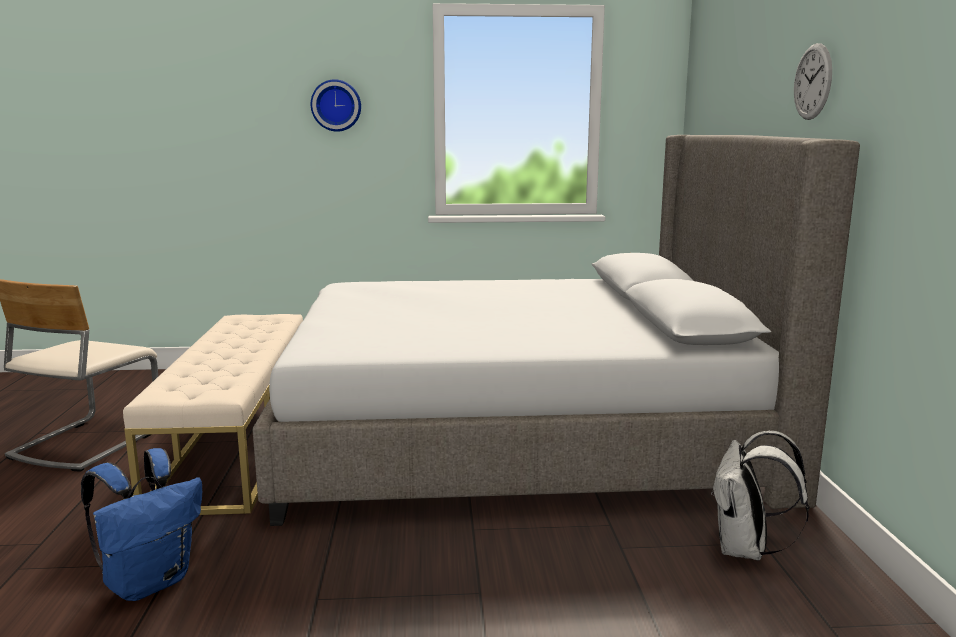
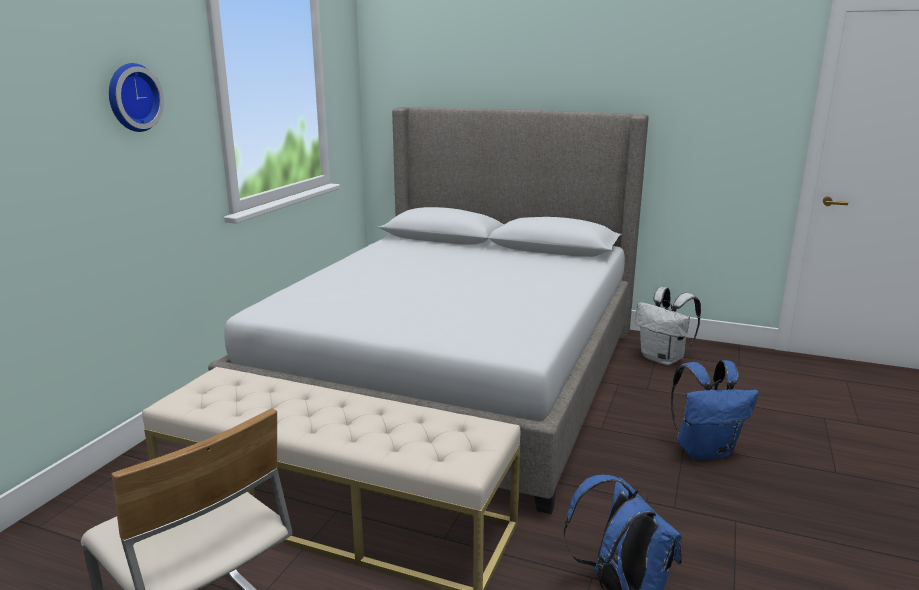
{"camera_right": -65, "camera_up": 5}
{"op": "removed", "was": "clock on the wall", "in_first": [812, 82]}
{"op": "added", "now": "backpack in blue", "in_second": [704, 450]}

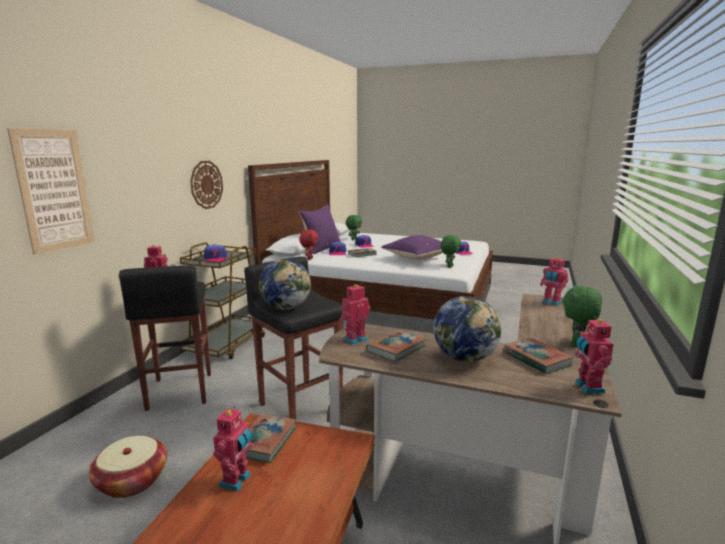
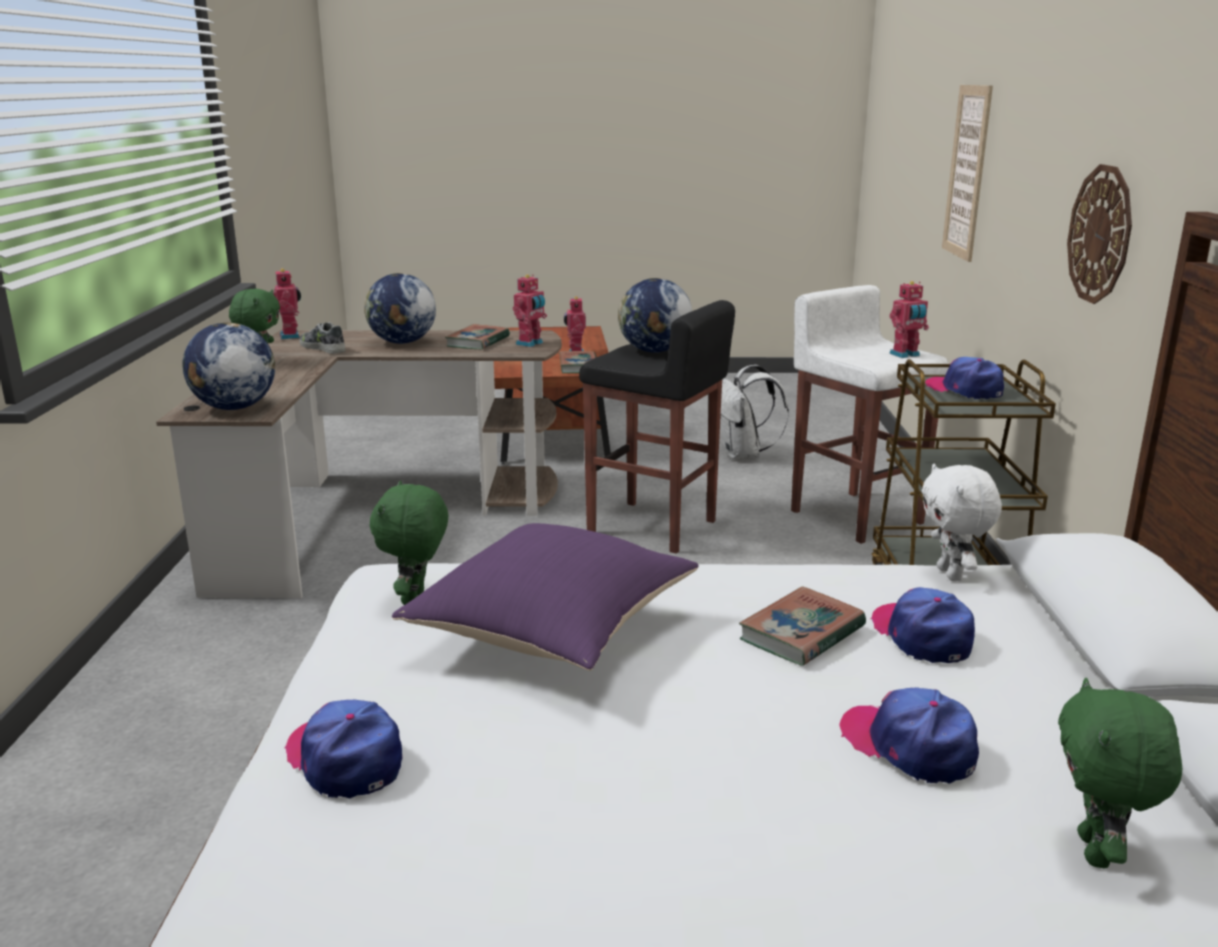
{"camera_right": 160, "camera_up": 5}
{"op": "removed", "was": "pillow in purple", "in_first": [322, 248]}
{"op": "replaced", "was": "basket", "now": "backpack in whitish", "in_first": [132, 481], "in_second": [744, 455]}
{"op": "replaced", "was": "book", "now": "item of footwear", "in_first": [537, 359], "in_second": [323, 348]}
{"op": "replaced", "was": "toy robot", "now": "globe", "in_first": [551, 303], "in_second": [234, 408]}
{"op": "recoloured", "was": "sitting stool in blackish", "now": "sitting stool in whitish", "in_first": [179, 391], "in_second": [855, 516]}
{"op": "recoloured", "was": "cuddly toy in red", "now": "cuddly toy in whitish", "in_first": [309, 259], "in_second": [951, 574]}

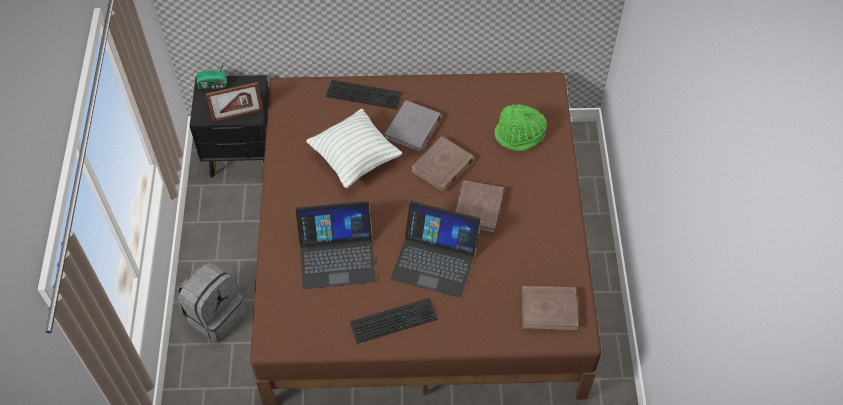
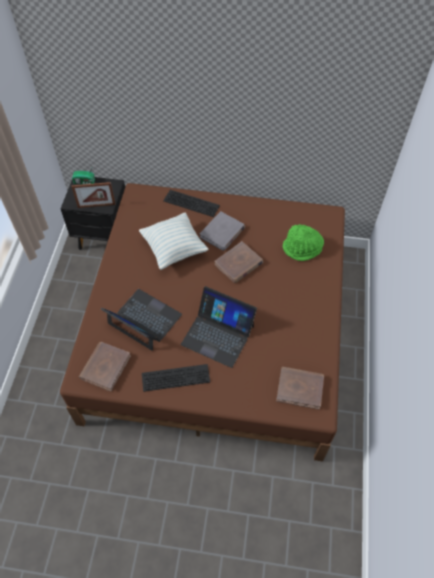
{"camera_right": 10, "camera_up": 0}
{"op": "removed", "was": "backpack in grey", "in_first": [215, 314]}
{"op": "moved", "was": "book in brown-coloured", "in_first": [477, 208], "in_second": [105, 367]}
{"op": "turned", "was": "laptop", "in_first": [337, 255], "in_second": [144, 320], "clockwise": -150}

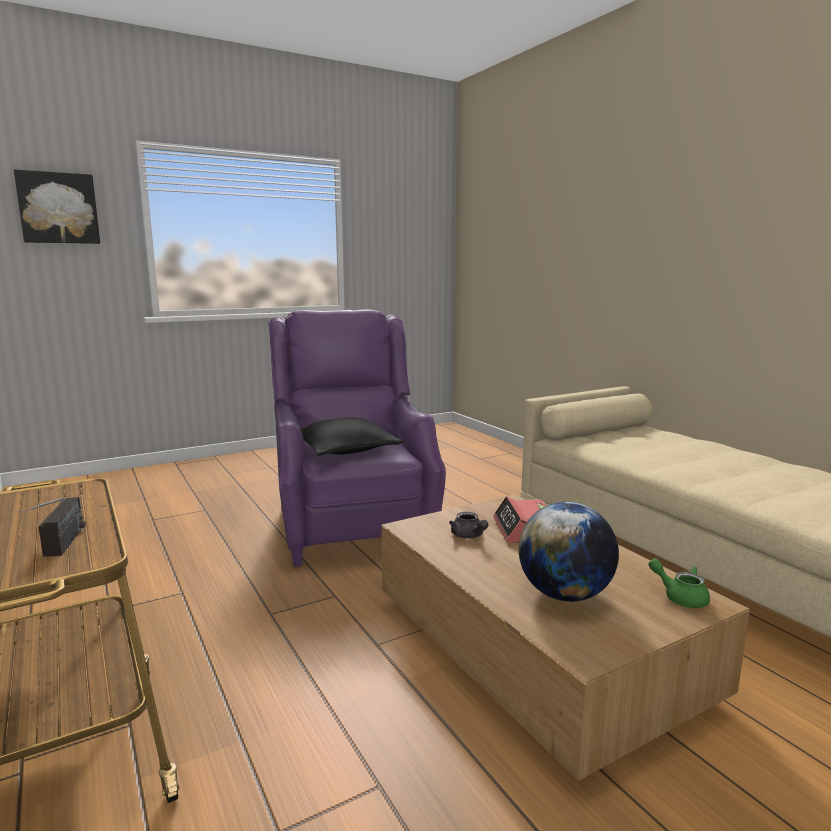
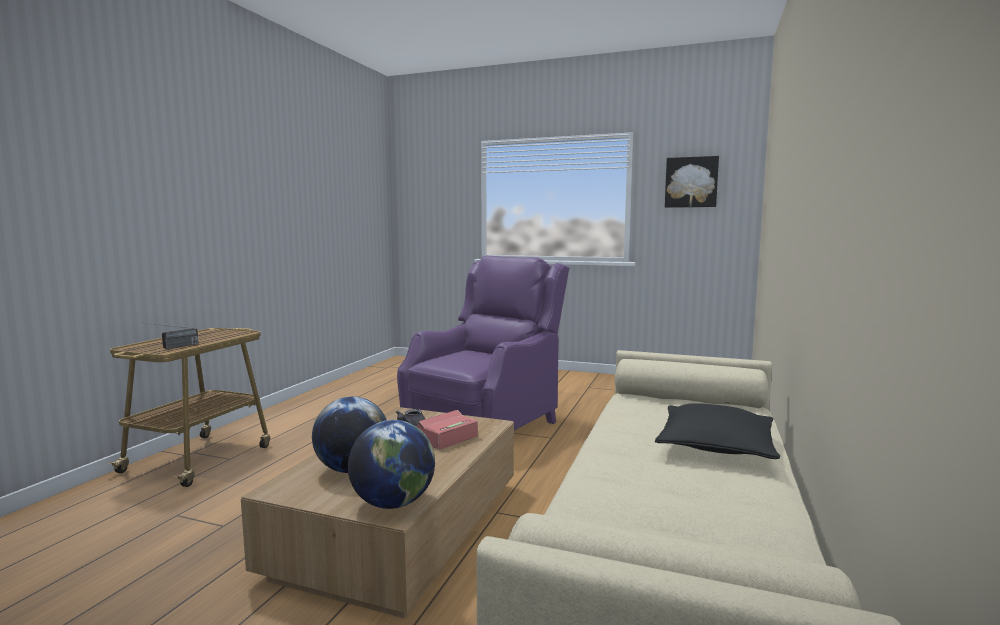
{"camera_right": 50, "camera_up": -5}
{"op": "moved", "was": "wall art", "in_first": [58, 208], "in_second": [691, 182]}
{"op": "moved", "was": "pillow in blackish", "in_first": [345, 450], "in_second": [716, 445]}
{"op": "replaced", "was": "teapot in green-coloured", "now": "globe", "in_first": [680, 597], "in_second": [393, 503]}

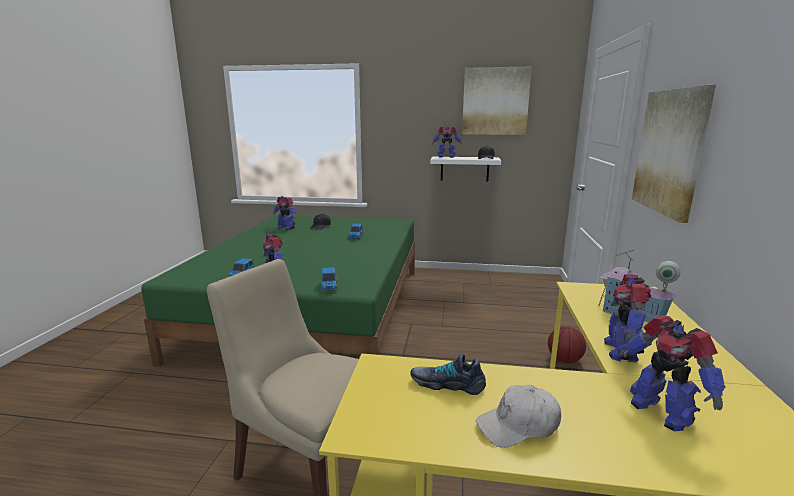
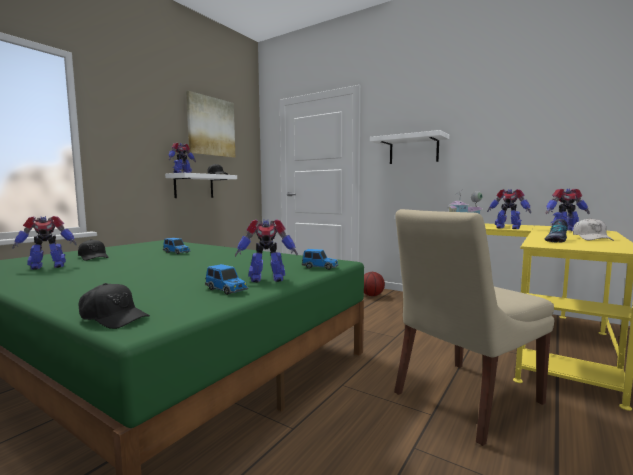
{"camera_right": -65, "camera_up": -10}
{"op": "added", "now": "peaked cap in blackish", "in_second": [114, 318]}
{"op": "replaced", "was": "wall art", "now": "wall shelf in whitish", "in_first": [670, 151], "in_second": [413, 150]}

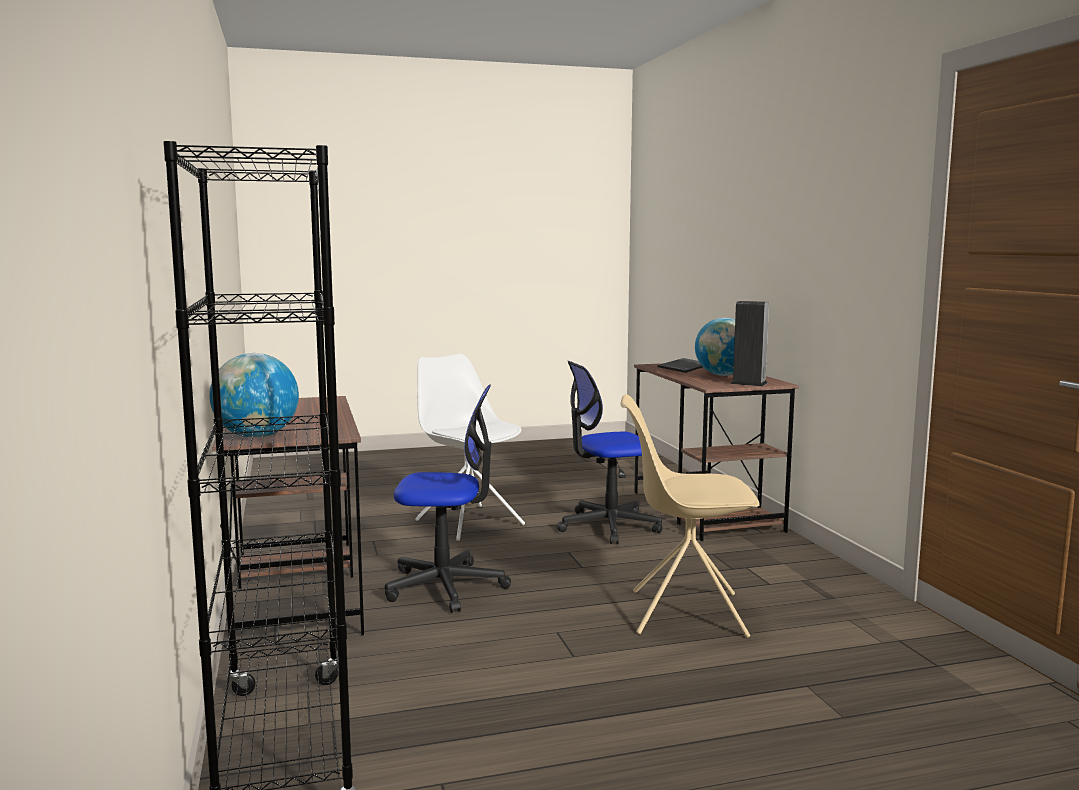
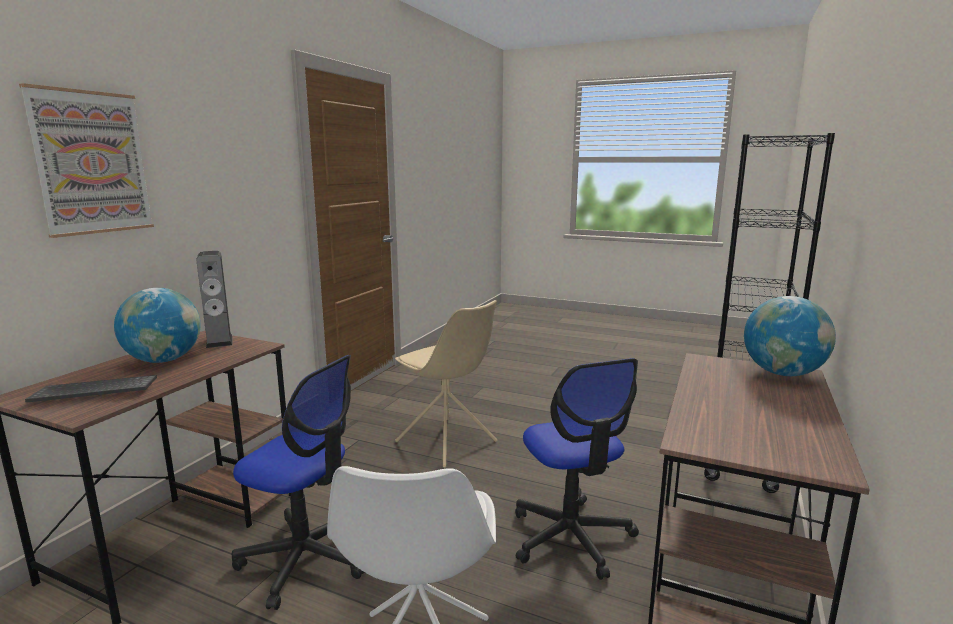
{"camera_right": -140, "camera_up": 5}
{"op": "added", "now": "wall art", "in_second": [91, 163]}
{"op": "turned", "was": "desk chair", "in_first": [446, 586], "in_second": [571, 537], "clockwise": -150}

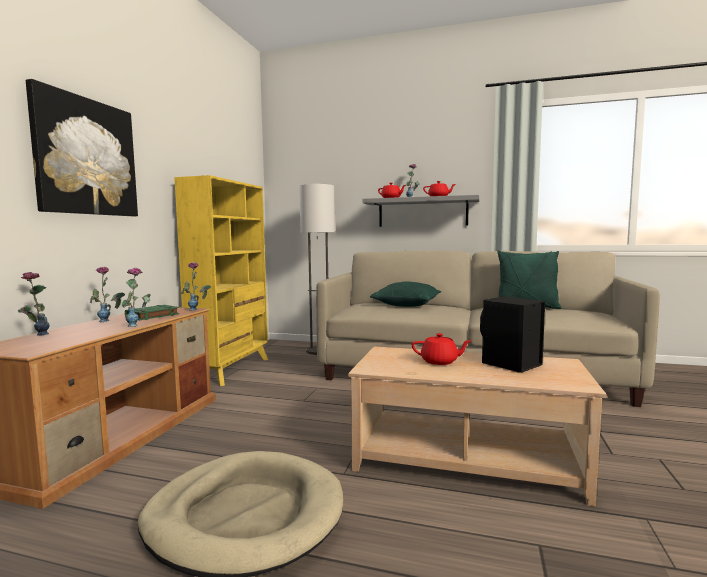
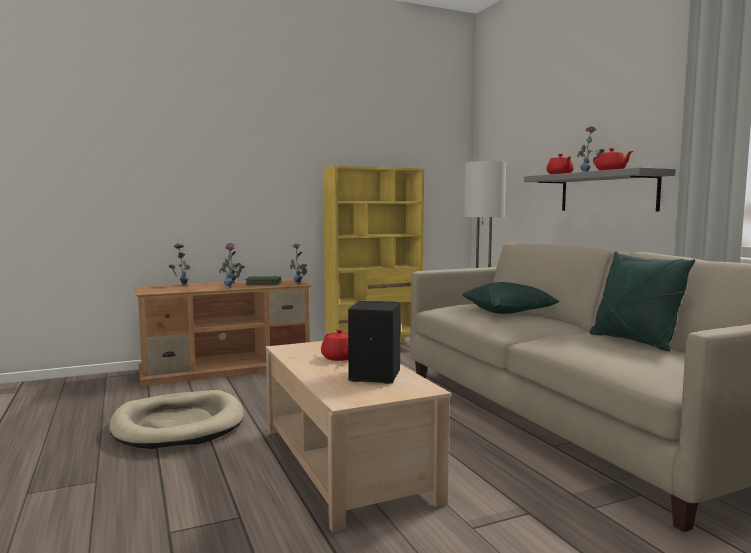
{"camera_right": 50, "camera_up": 0}
{"op": "removed", "was": "wall art", "in_first": [85, 157]}

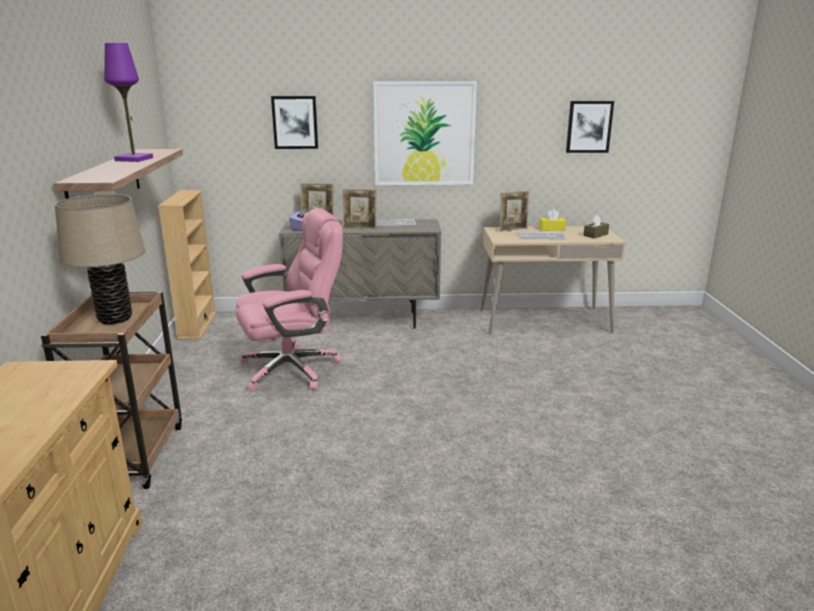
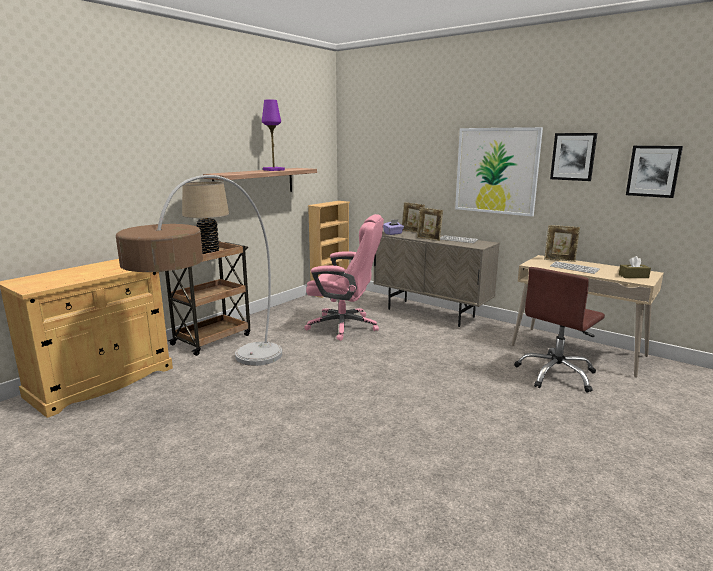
{"camera_right": 40, "camera_up": -5}
{"op": "removed", "was": "box of tissues in yellow-coloured", "in_first": [552, 229]}
{"op": "added", "now": "standing lamp", "in_second": [216, 383]}
{"op": "added", "now": "desk chair in brown-coloured", "in_second": [556, 374]}
{"op": "moved", "was": "wall art", "in_first": [295, 122], "in_second": [573, 156]}

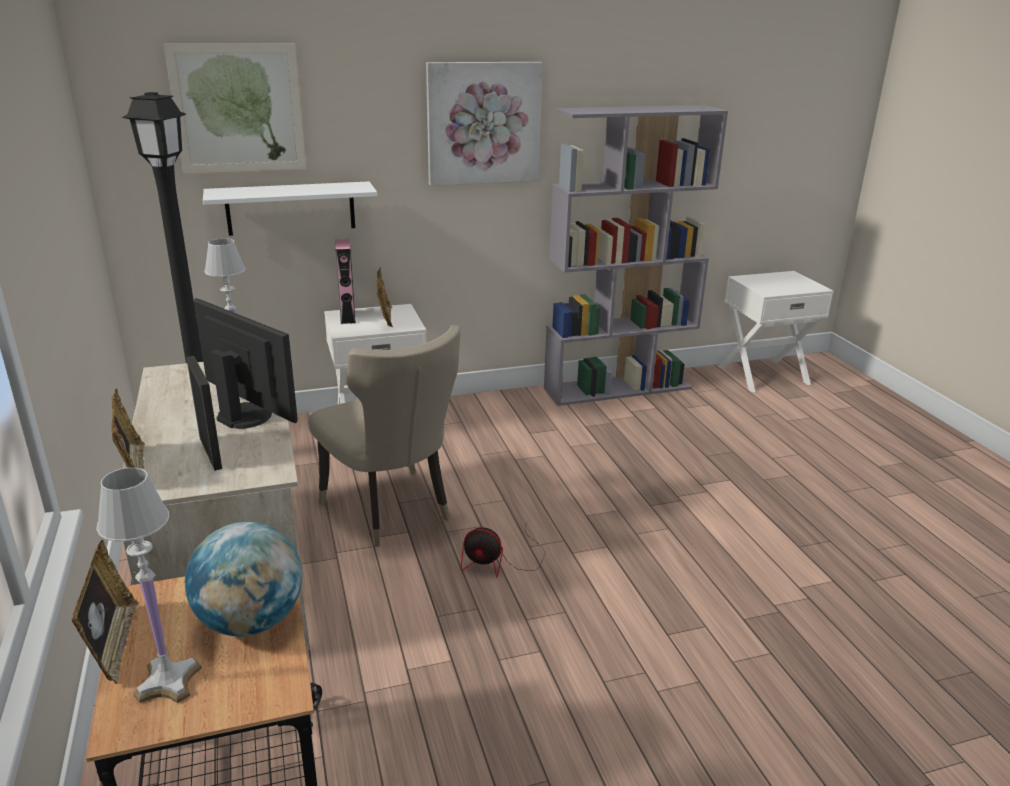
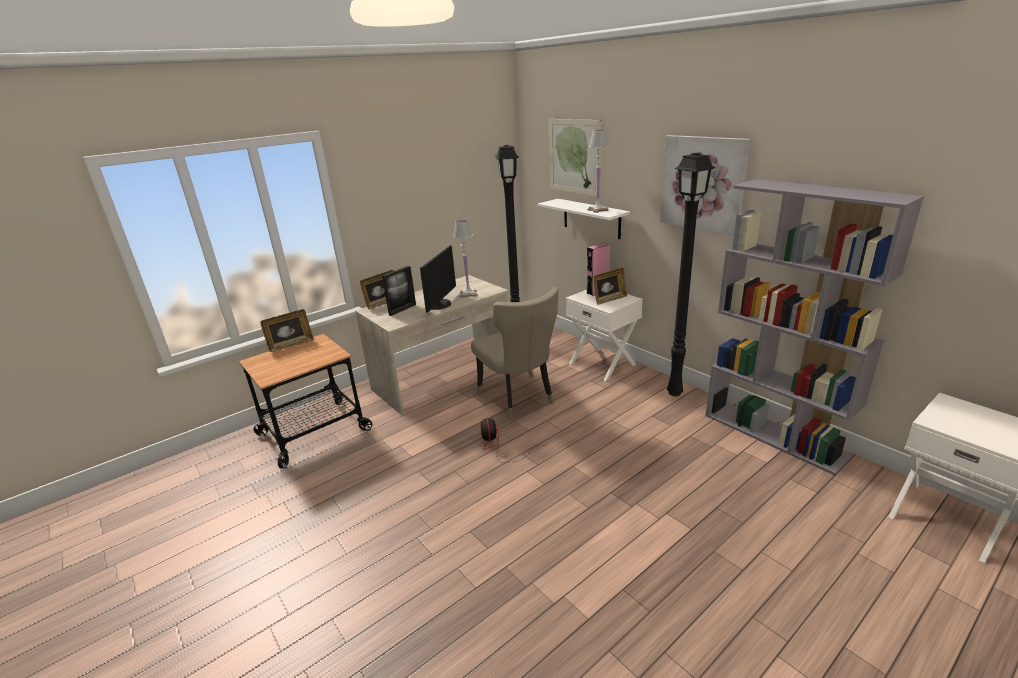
{"camera_right": 70, "camera_up": 0}
{"op": "removed", "was": "globe", "in_first": [251, 622]}
{"op": "added", "now": "standing lamp in blackish", "in_second": [676, 393]}
{"op": "moved", "was": "lamp for a table in whitish", "in_first": [169, 681], "in_second": [598, 210]}
{"op": "turned", "was": "chair in beige", "in_first": [391, 511], "in_second": [519, 398], "clockwise": -60}

